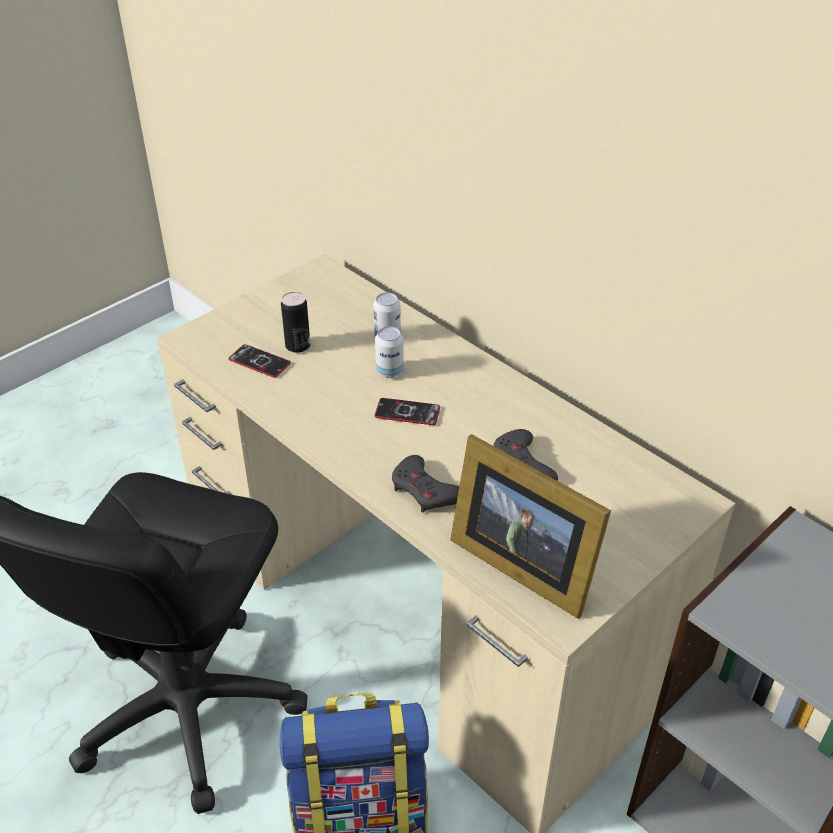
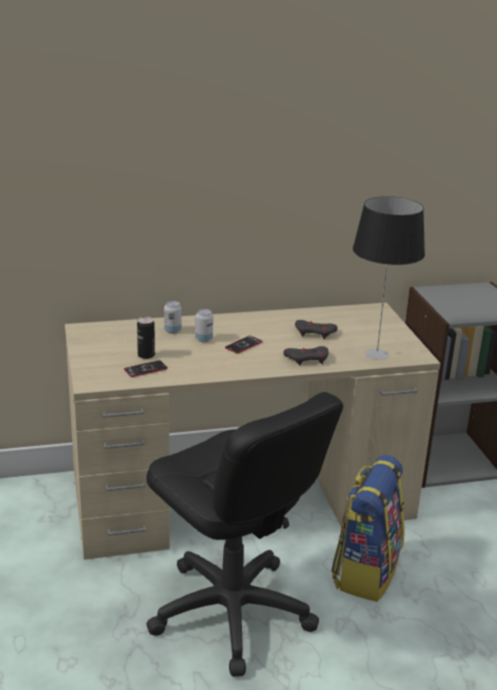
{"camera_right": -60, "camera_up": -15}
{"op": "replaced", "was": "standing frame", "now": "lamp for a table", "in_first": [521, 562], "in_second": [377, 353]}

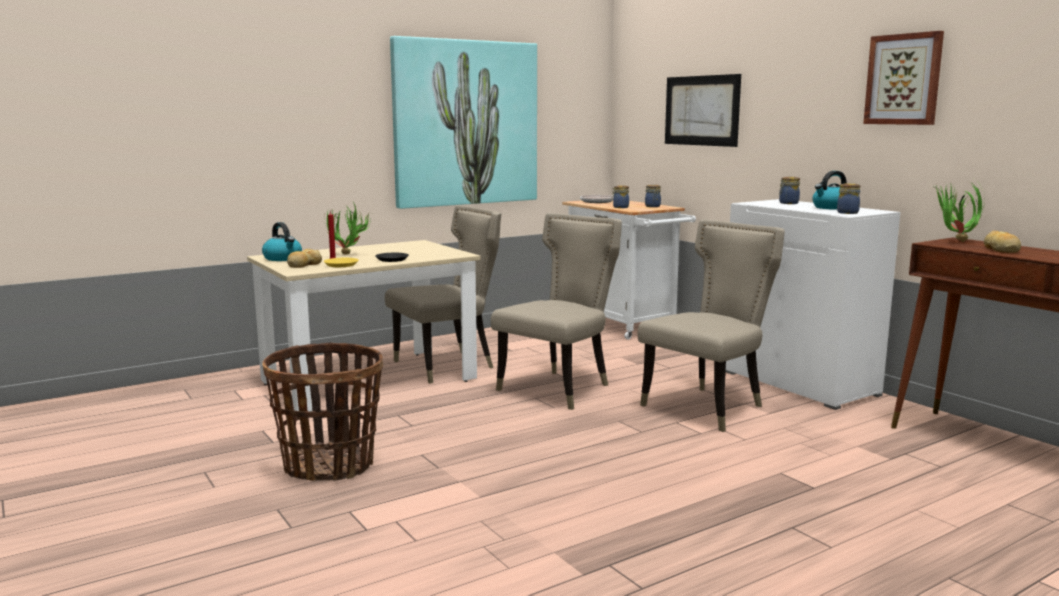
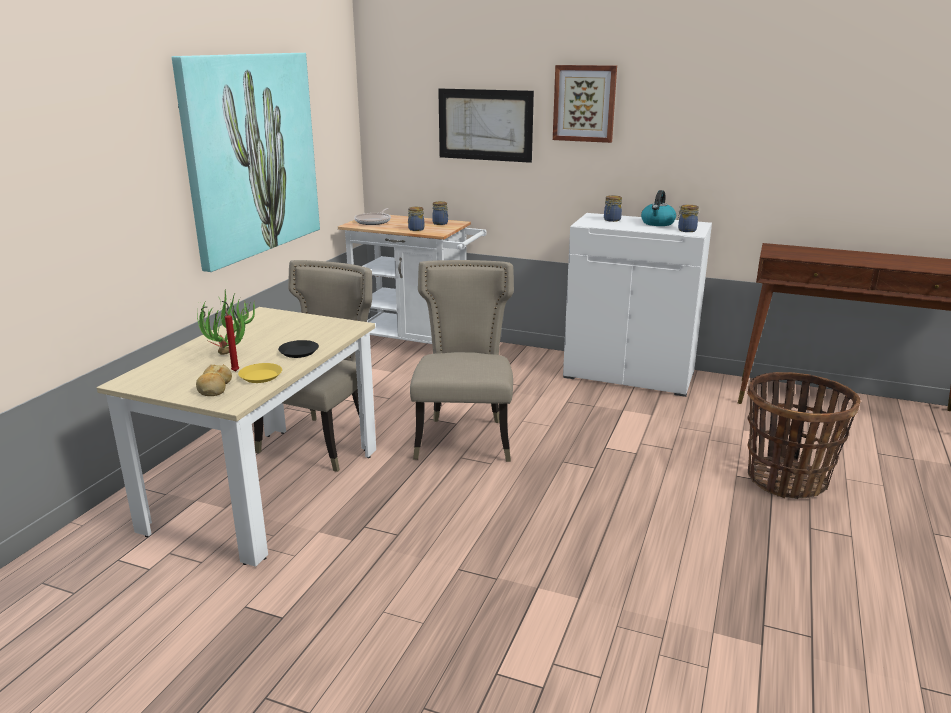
{"camera_right": -35, "camera_up": 10}
{"op": "removed", "was": "tea kettle", "in_first": [283, 258]}
{"op": "removed", "was": "chair in beige", "in_first": [708, 407]}
{"op": "removed", "was": "houseplant", "in_first": [955, 241]}
{"op": "removed", "was": "bread", "in_first": [1001, 249]}
{"op": "moved", "was": "basket", "in_first": [329, 465], "in_second": [786, 480]}
{"op": "moved", "was": "wall art", "in_first": [904, 79], "in_second": [584, 103]}

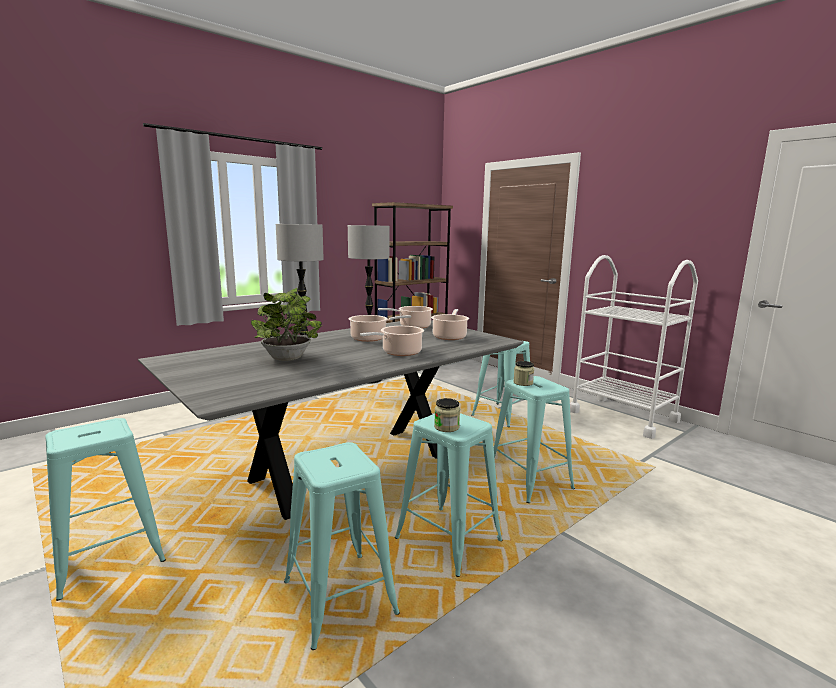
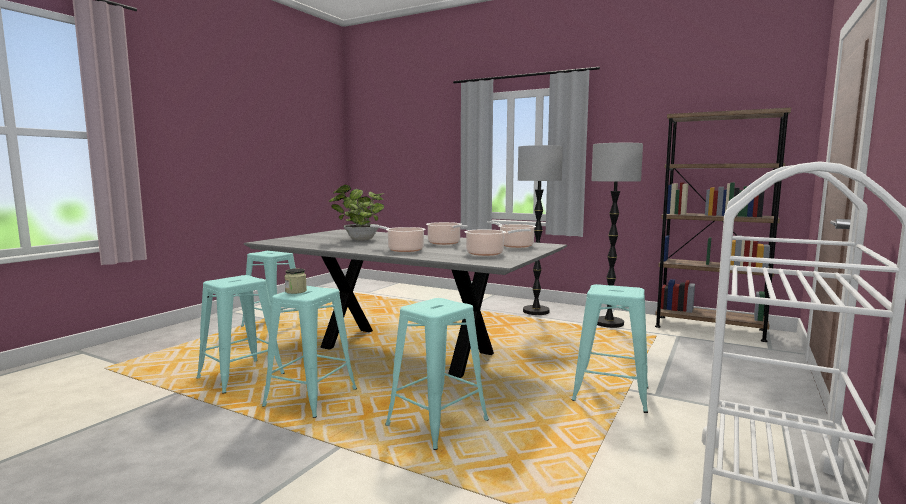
{"camera_right": 70, "camera_up": -5}
{"op": "removed", "was": "preserve jar", "in_first": [523, 383]}

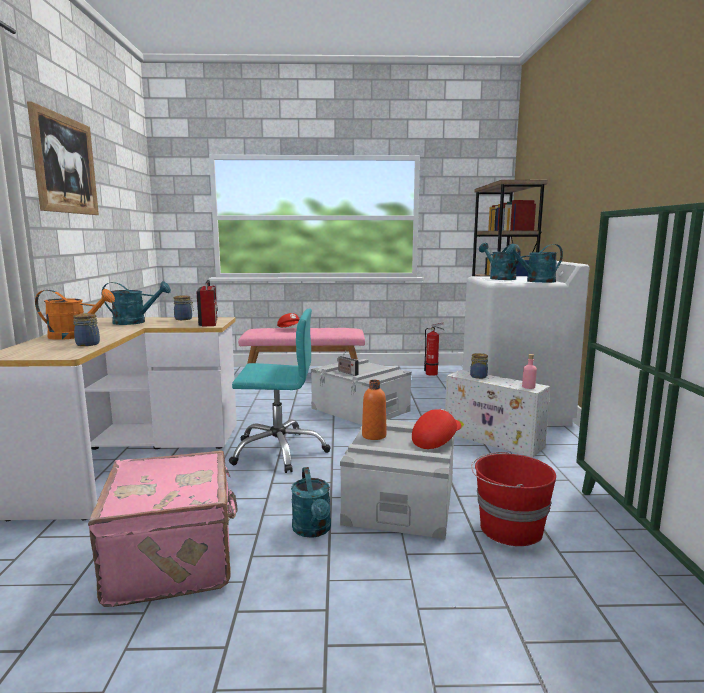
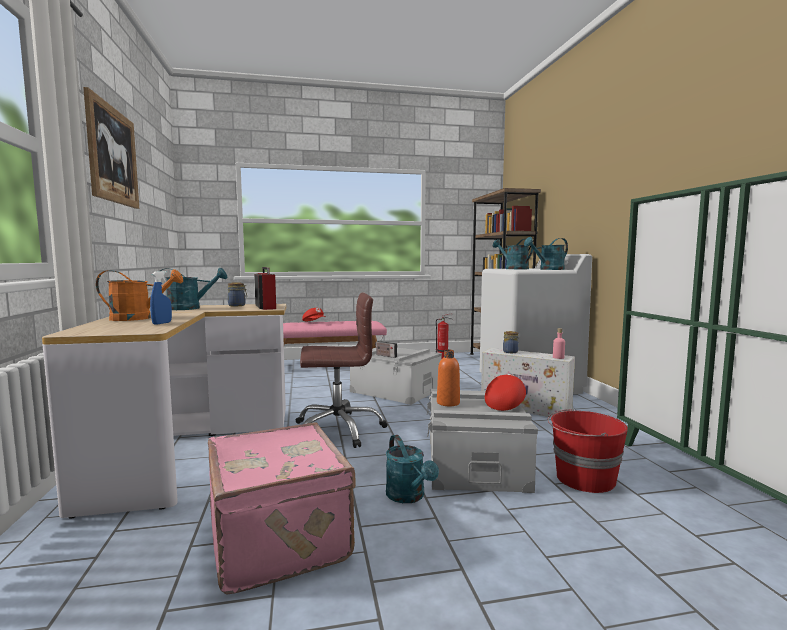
{"camera_right": -10, "camera_up": -5}
{"op": "replaced", "was": "preserve jar", "now": "spray bottle in blue", "in_first": [88, 344], "in_second": [162, 323]}
{"op": "recoloured", "was": "desk chair in turquoise", "now": "desk chair in brown-coloured", "in_first": [279, 451], "in_second": [338, 430]}

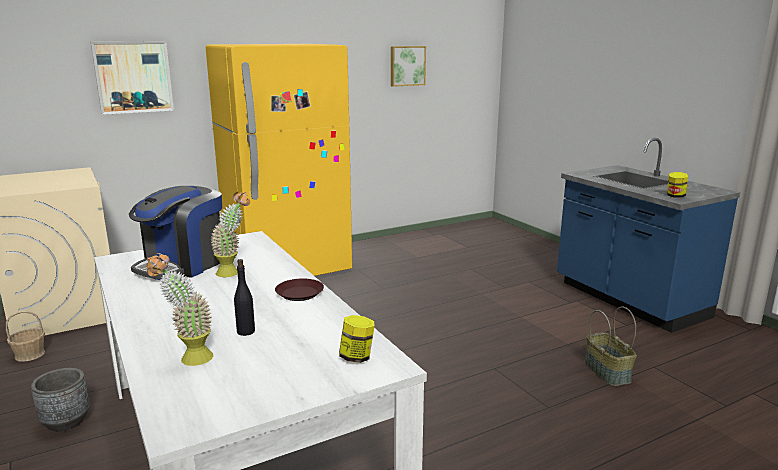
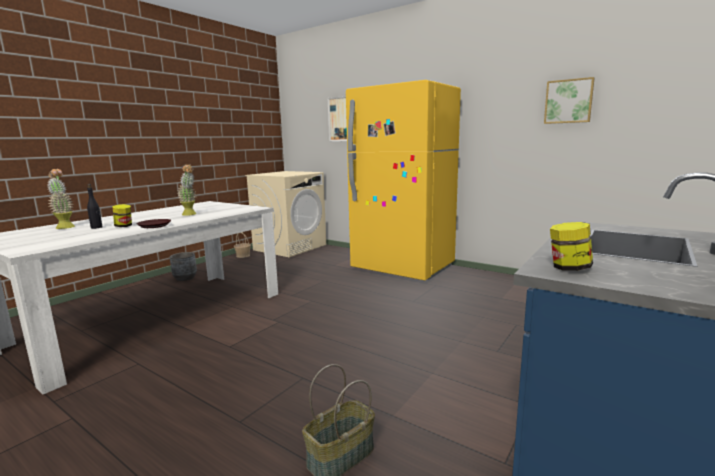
{"camera_right": 65, "camera_up": -5}
{"op": "removed", "was": "coffee maker", "in_first": [182, 265]}
{"op": "moved", "was": "preserve jar", "in_first": [357, 357], "in_second": [124, 226]}

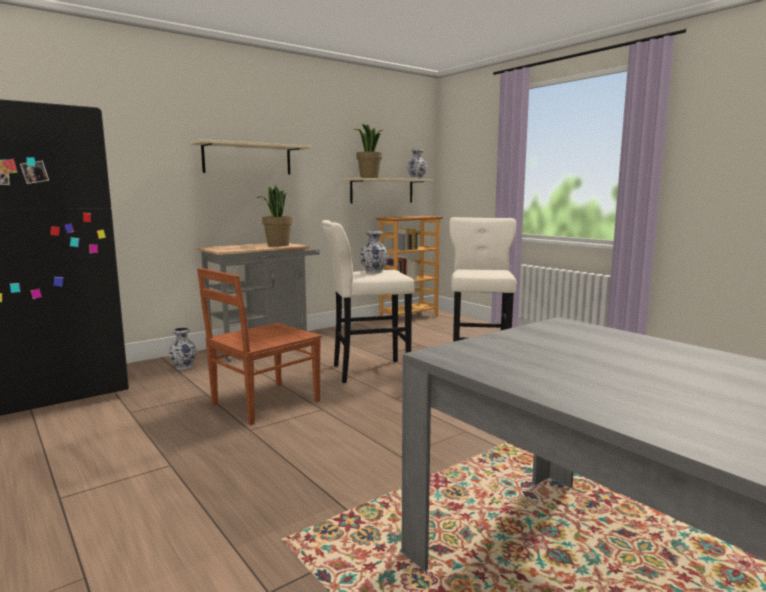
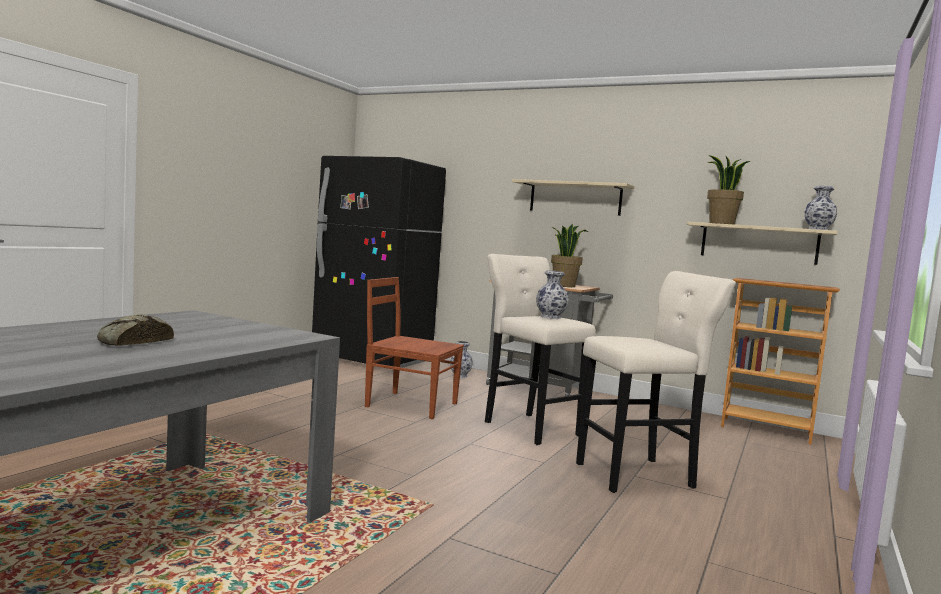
{"camera_right": 65, "camera_up": -5}
{"op": "added", "now": "bread", "in_second": [133, 342]}

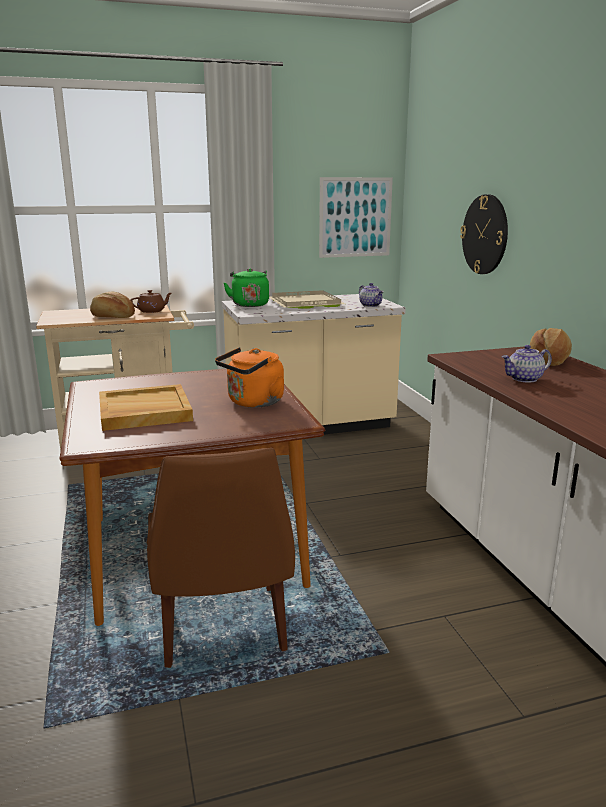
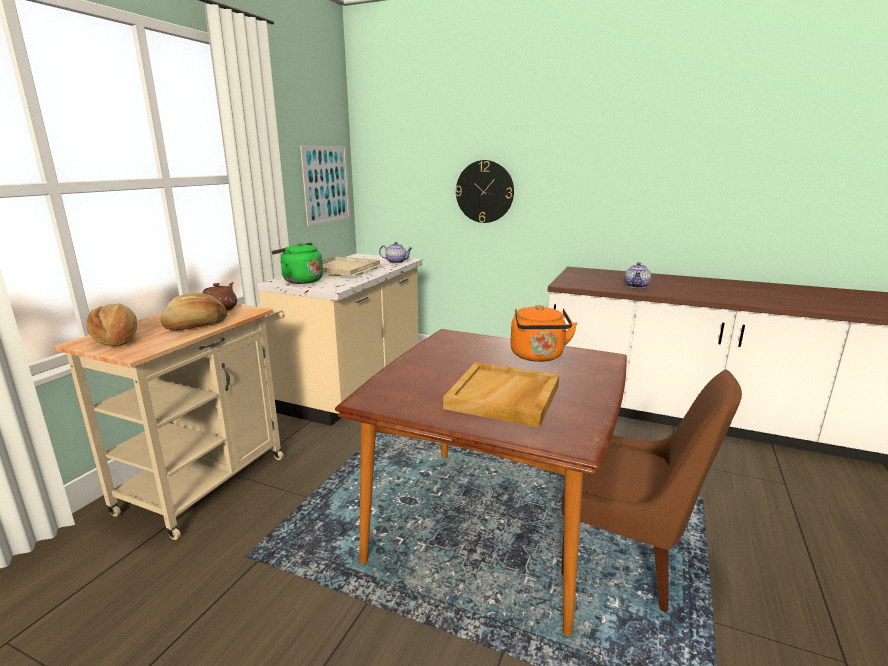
{"camera_right": -50, "camera_up": 0}
{"op": "moved", "was": "bread", "in_first": [550, 360], "in_second": [117, 339]}

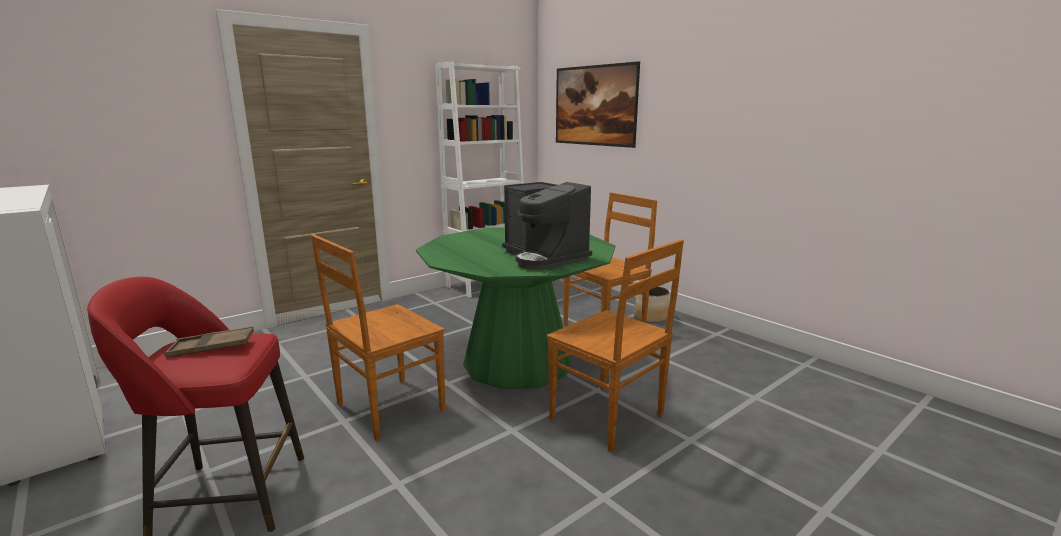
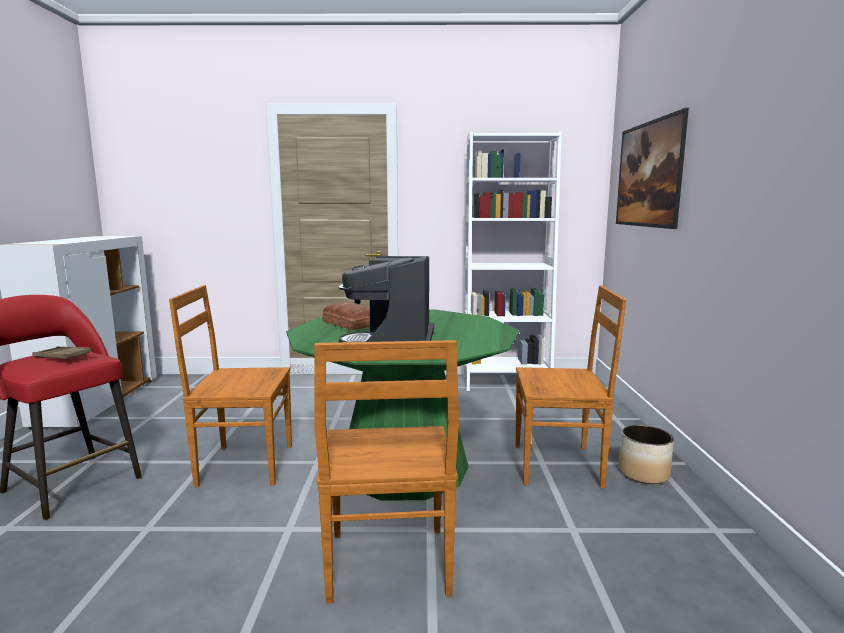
{"camera_right": 40, "camera_up": -5}
{"op": "added", "now": "bread", "in_second": [348, 324]}

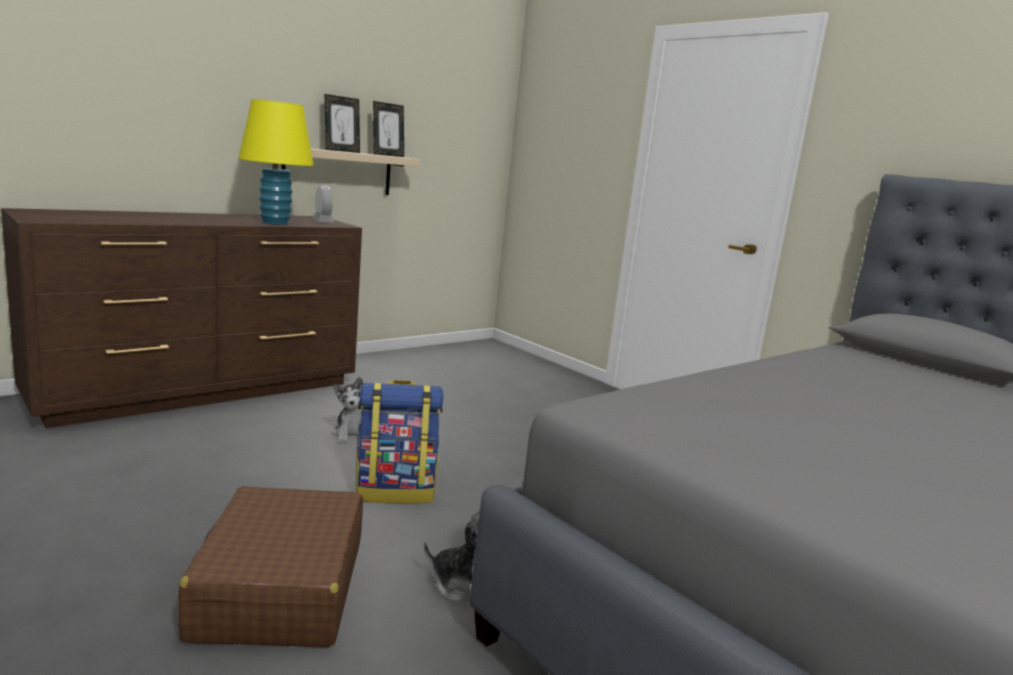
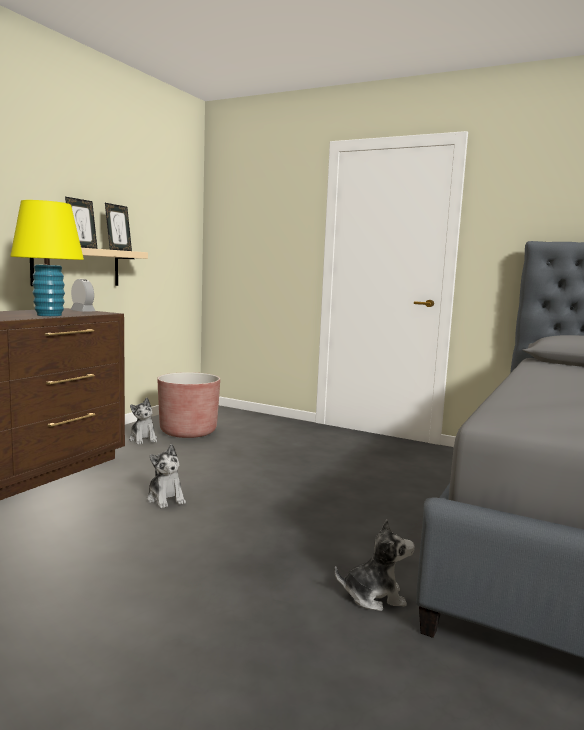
{"camera_right": -20, "camera_up": -5}
{"op": "removed", "was": "suitcase in brown-coloured", "in_first": [280, 588]}
{"op": "removed", "was": "backpack", "in_first": [395, 491]}
{"op": "added", "now": "cuddly toy", "in_second": [143, 439]}
{"op": "added", "now": "planter in brown-coloured", "in_second": [188, 432]}

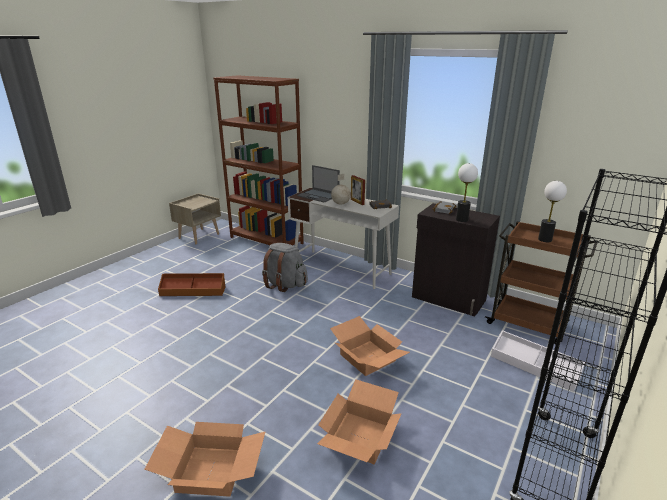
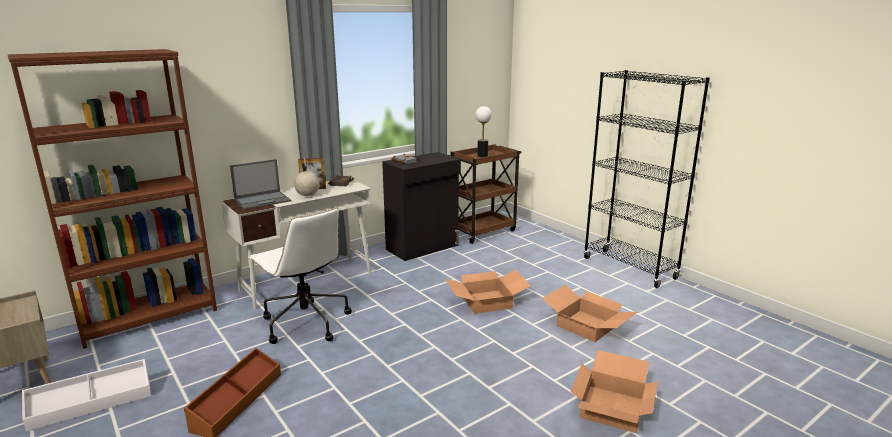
{"camera_right": -70, "camera_up": -5}
{"op": "removed", "was": "lamp for a table", "in_first": [461, 219]}
{"op": "moved", "was": "storage bin in whitish", "in_first": [534, 367], "in_second": [91, 404]}
{"op": "replaced", "was": "backpack in grey", "now": "desk chair in whitish", "in_first": [284, 285], "in_second": [305, 323]}

